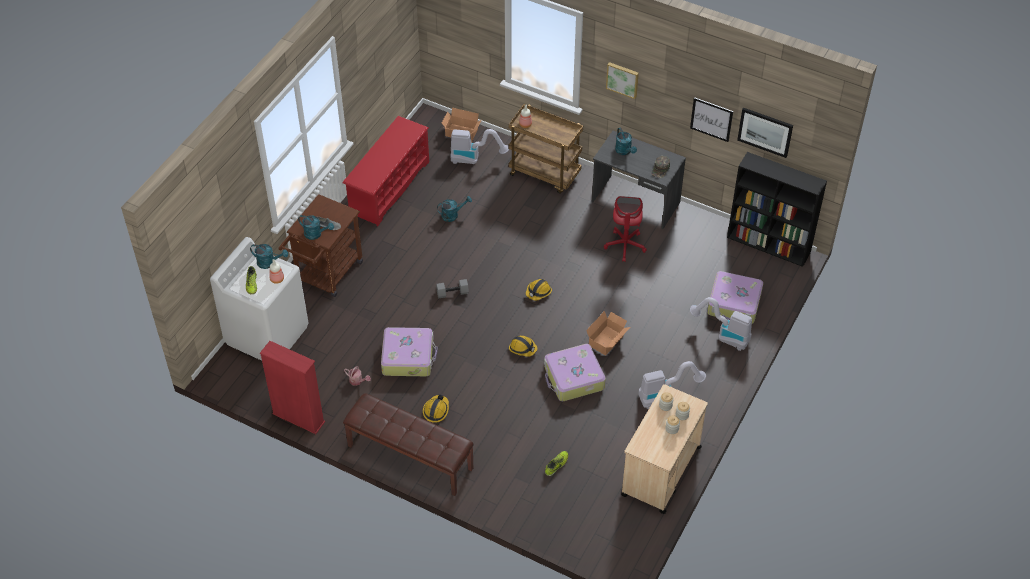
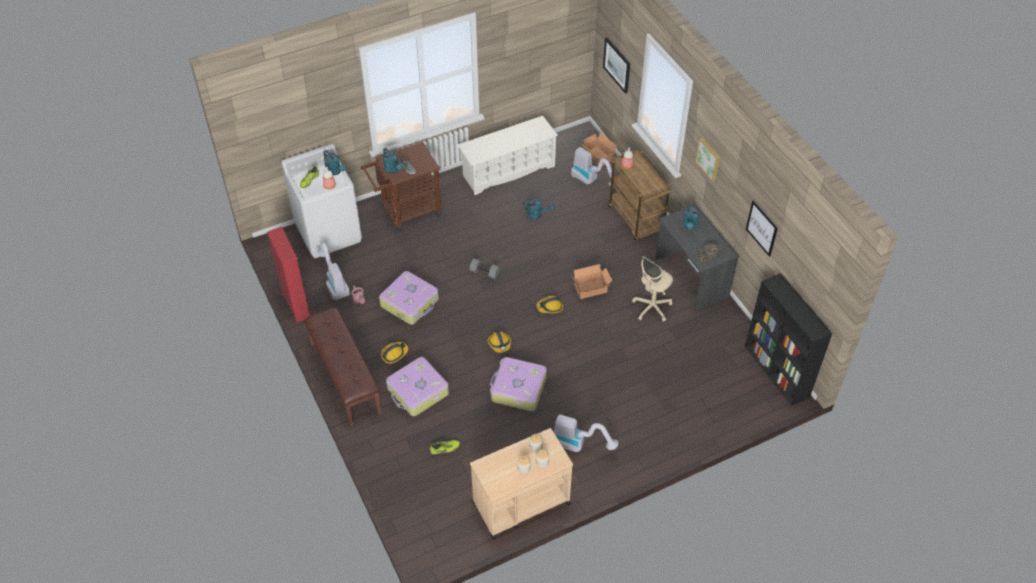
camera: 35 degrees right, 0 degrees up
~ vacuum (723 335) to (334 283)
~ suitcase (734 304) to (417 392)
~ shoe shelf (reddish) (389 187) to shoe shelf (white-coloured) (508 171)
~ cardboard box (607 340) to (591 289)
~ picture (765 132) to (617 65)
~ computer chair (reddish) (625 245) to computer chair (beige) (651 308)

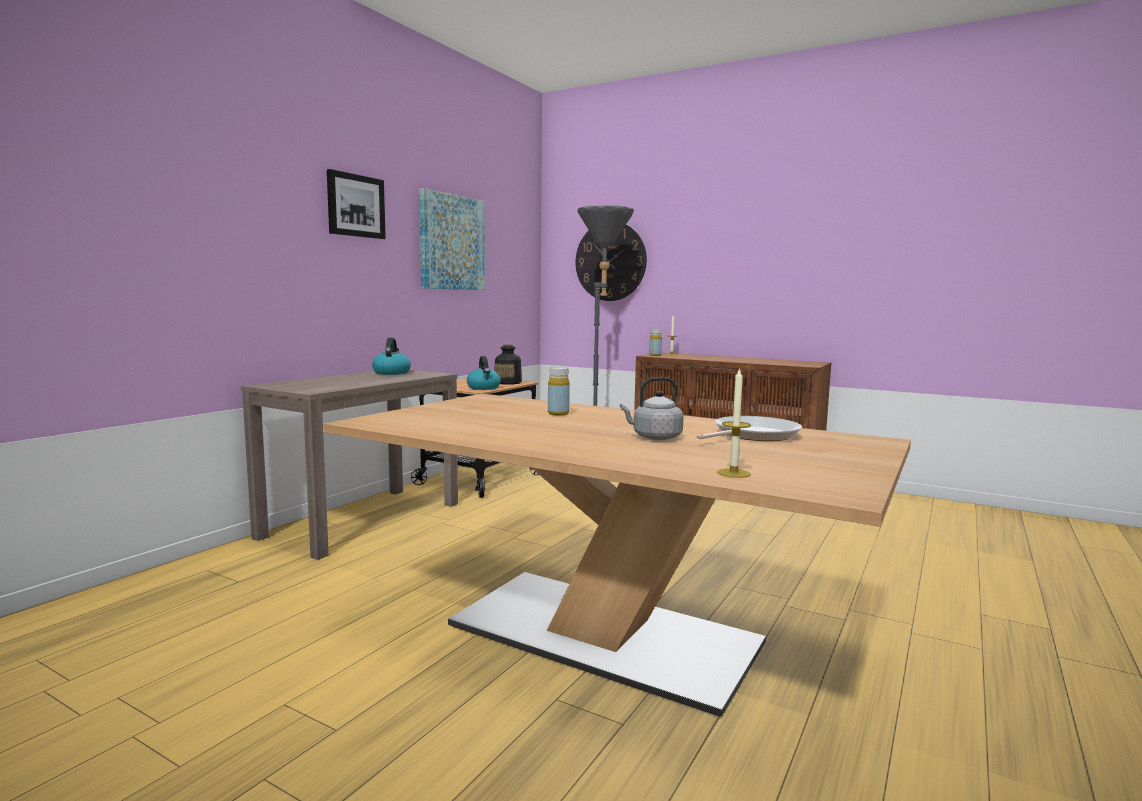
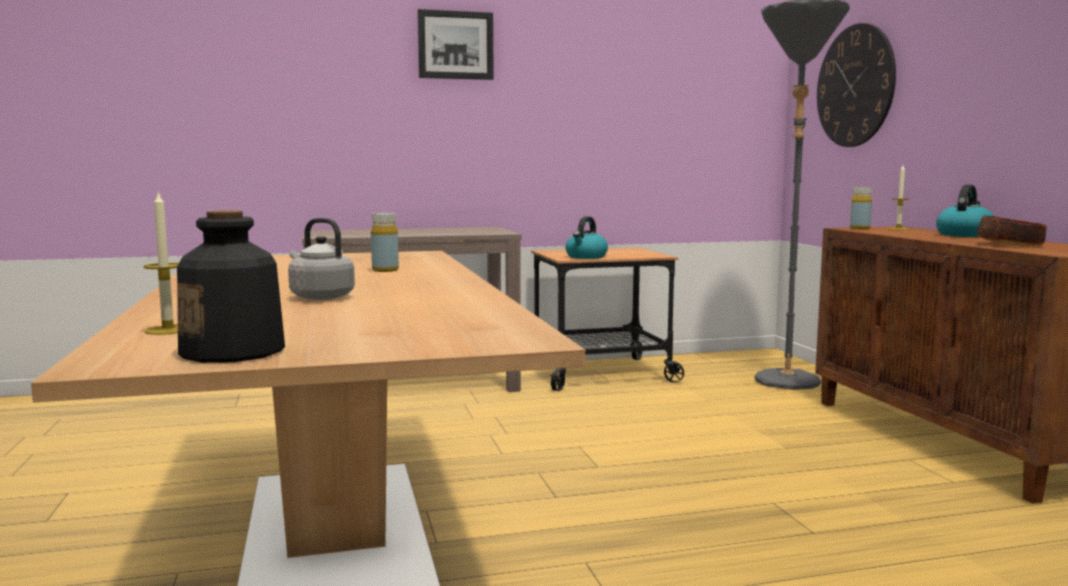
camera: 45 degrees right, 0 degrees up
~ drink bottle (508 382) to (234 351)
~ water kettle (391 373) to (964 235)
+ serving bowl (1010 245)
- picture (451 242)
- frying pan (752 435)

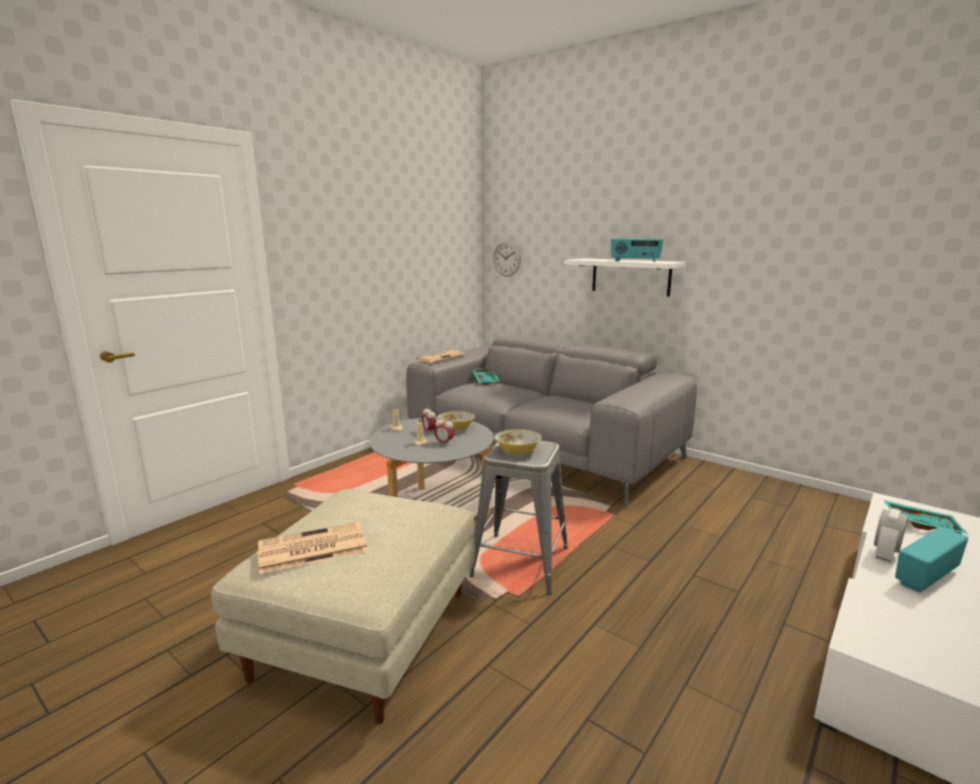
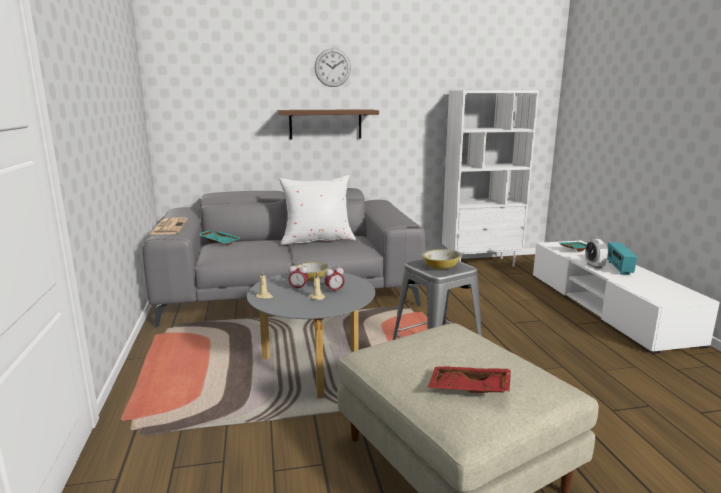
camera: 50 degrees left, 0 degrees up
~ shelf (white-coloured) (630 276) to shelf (brownish) (325 124)
+ pillow (white-coloured) (317 240)
~ clock on the wall (506 258) to (332 68)
~ printed paper (311 548) to tray (reddish) (469 389)
+ shelving unit (white-coloured) (481 263)
- radio set (635 261)

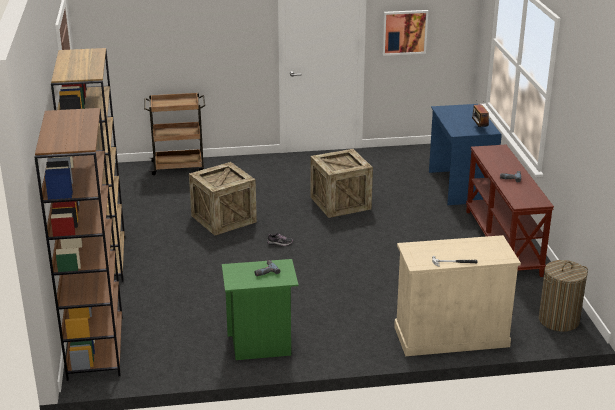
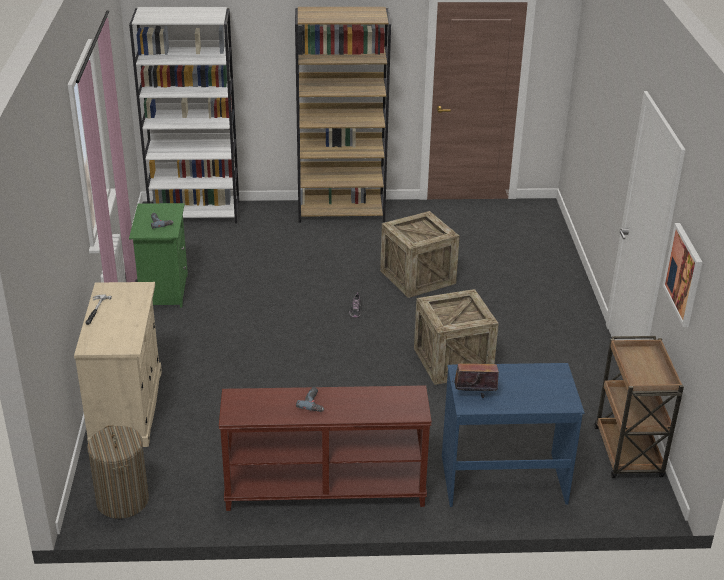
camera: 95 degrees right, 5 degrees up
~ shelving unit (brownish) (95 347) to shelving unit (white-coloured) (195 212)
~ cart (brownish) (179 166) to (628 454)

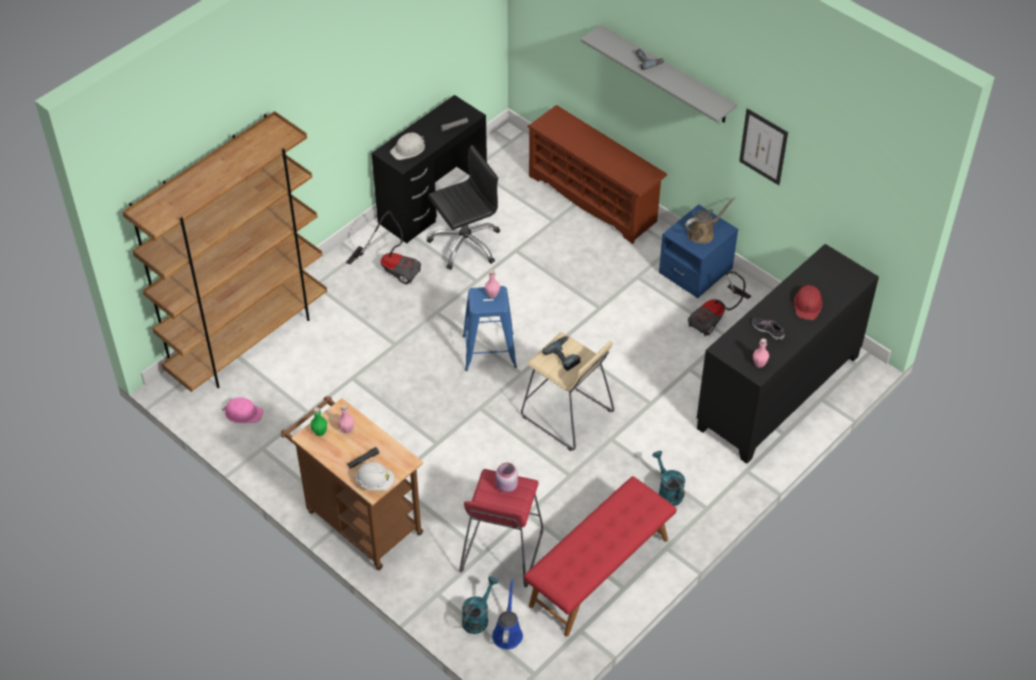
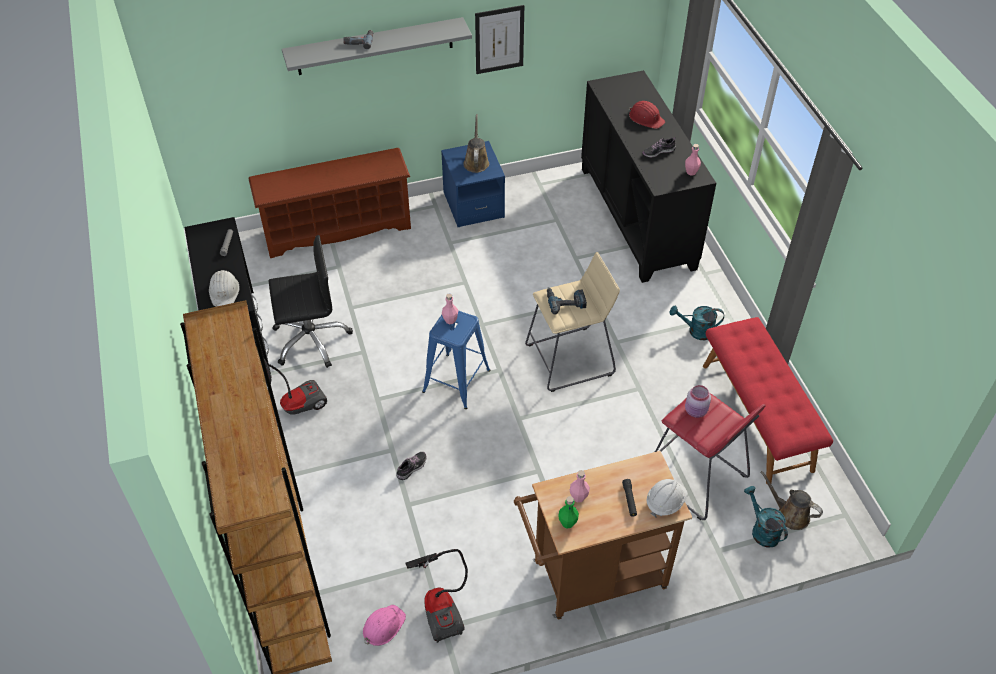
camera: 60 degrees left, 0 degrees up
~ computer chair (black) (465 244) = (311 339) 75 degrees clockwise
+ item of footwear (412 467)
~ vacuum (716 317) to (441 605)
~ watering can (bluish) (507 632) to watering can (brownish) (790 514)

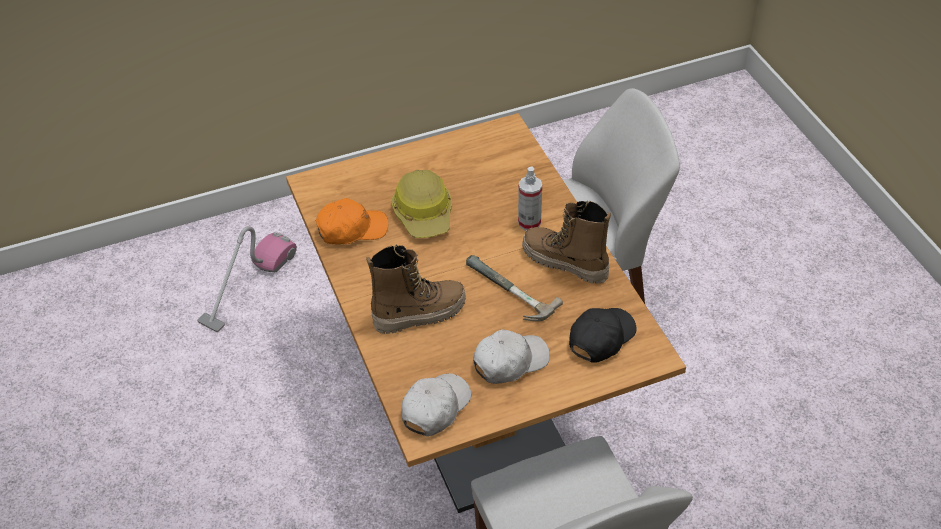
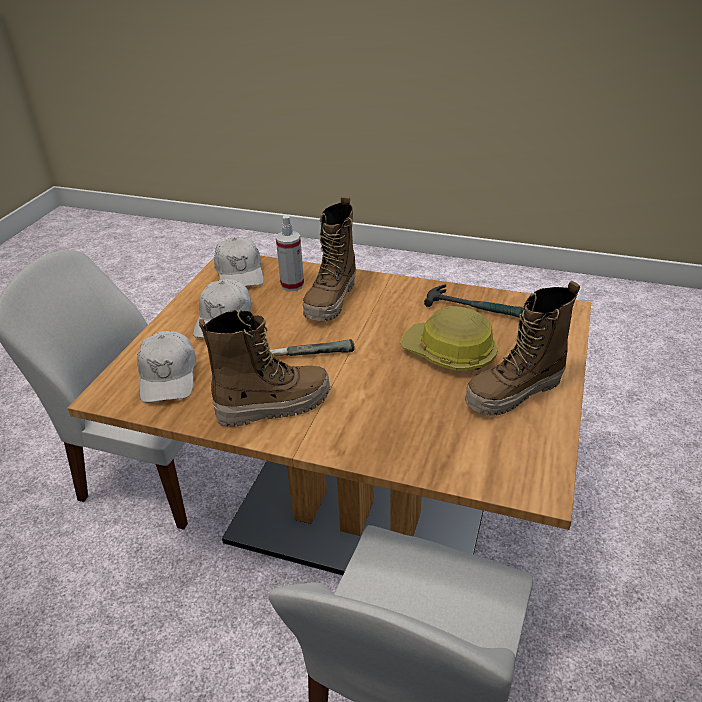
camera: 130 degrees right, 10 degrees down
~ cap (black) (601 338) to cap (white-coloured) (168 376)
~ hand sprayer (529 223) to (292 285)
~ cap (orange) (352 229) to hammer (473 307)
+ boot (514 393)
- vacuum (248 286)

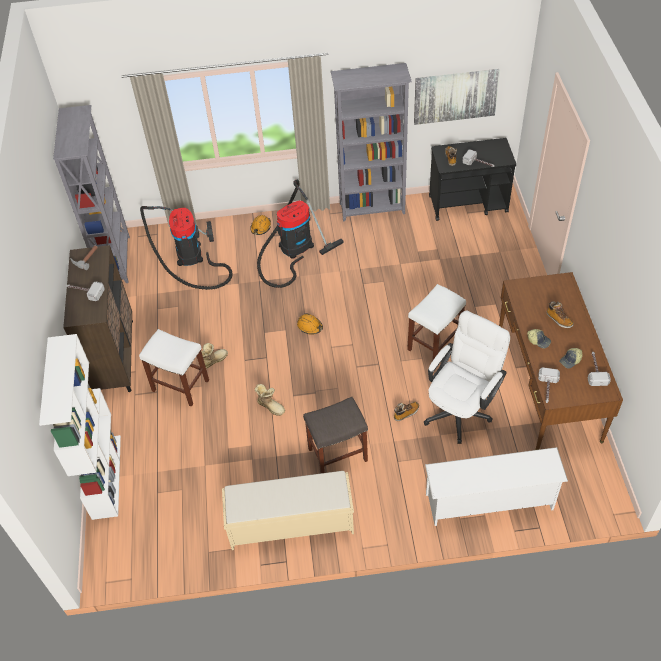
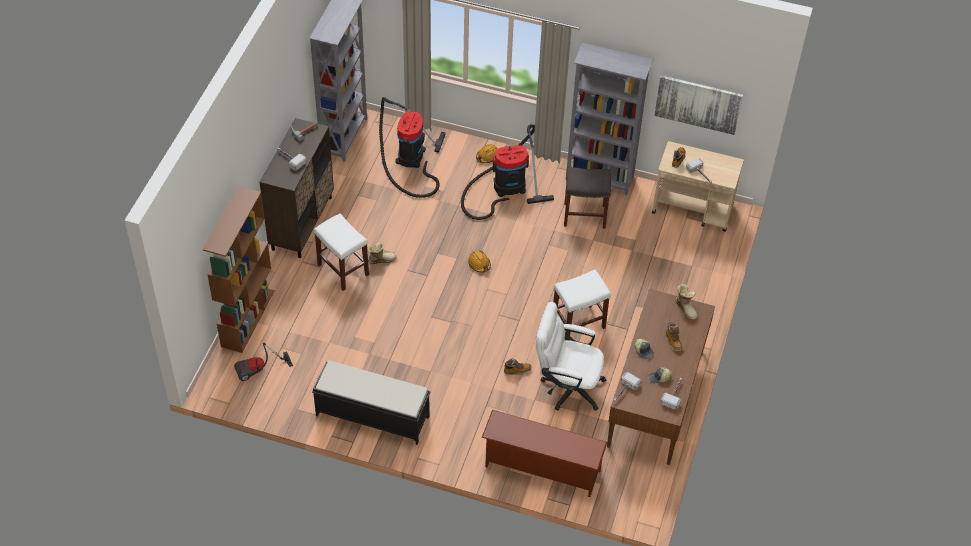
camera: 20 degrees right, 0 degrees up
~ shelving unit (white-coloured) (106 476) to shelving unit (brownish) (247 318)
+ vacuum (259 370)
~ indoor bench (beige) (290 523) to indoor bench (black) (371 415)
~ shoe shelf (white-coloured) (489 503) to shoe shelf (brownish) (541 469)
~ computer chair (white-coloured) (461 408) = (566 386) 135 degrees counterclockwise
~ stool seat (greyish) (337 455) to (584 215)
~ cart (black) (468 204) to cart (beige) (693 209)
~ boot (271 406) to (686 308)

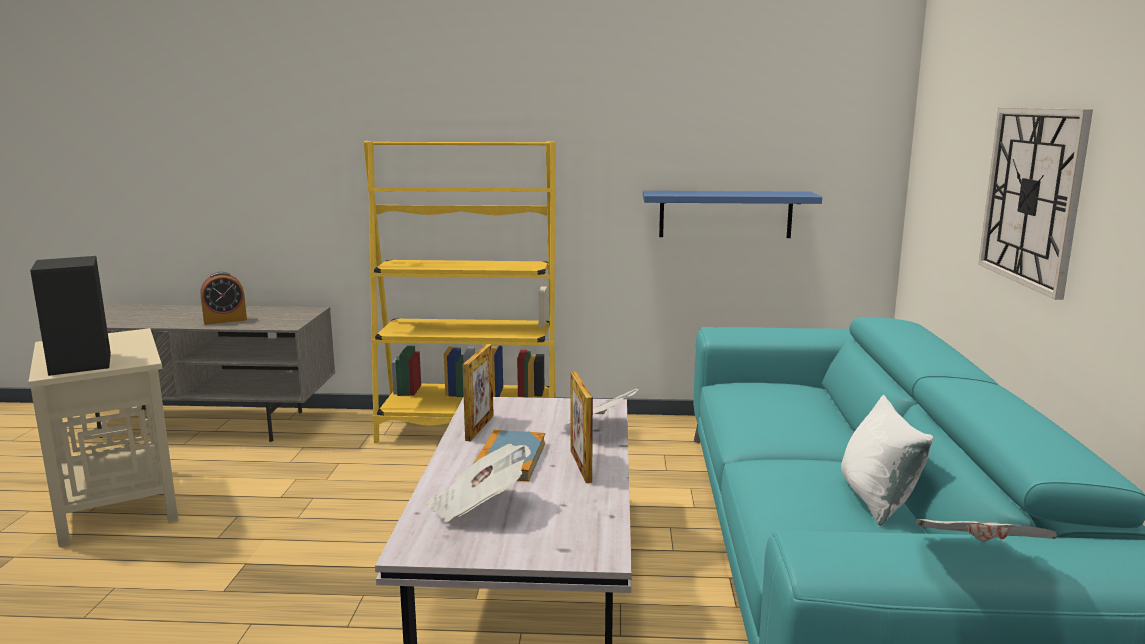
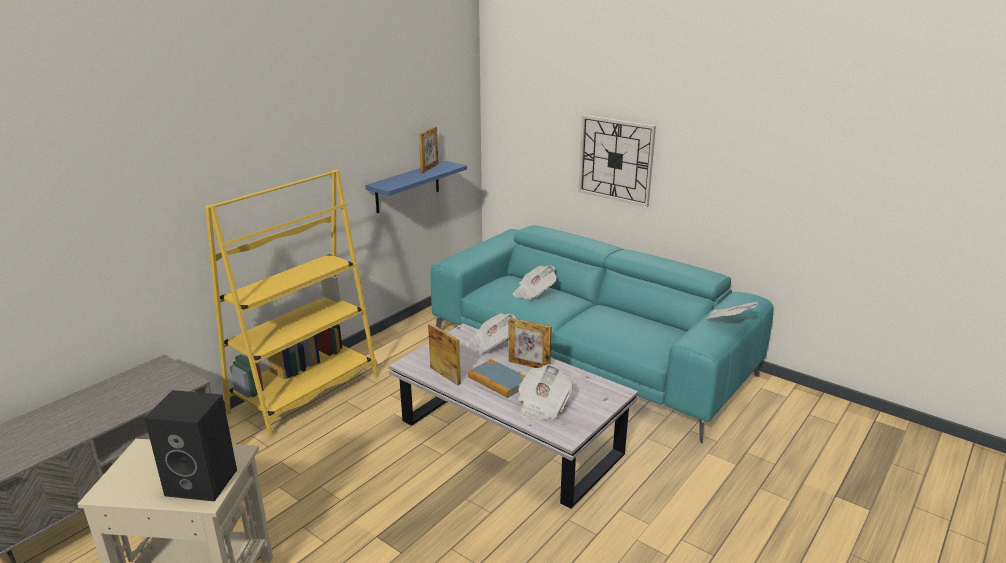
camera: 55 degrees left, 10 degrees up
+ picture frame (429 168)
+ printed paper (534 293)
- alarm clock (225 320)
- pillow (white-coloured) (877 500)

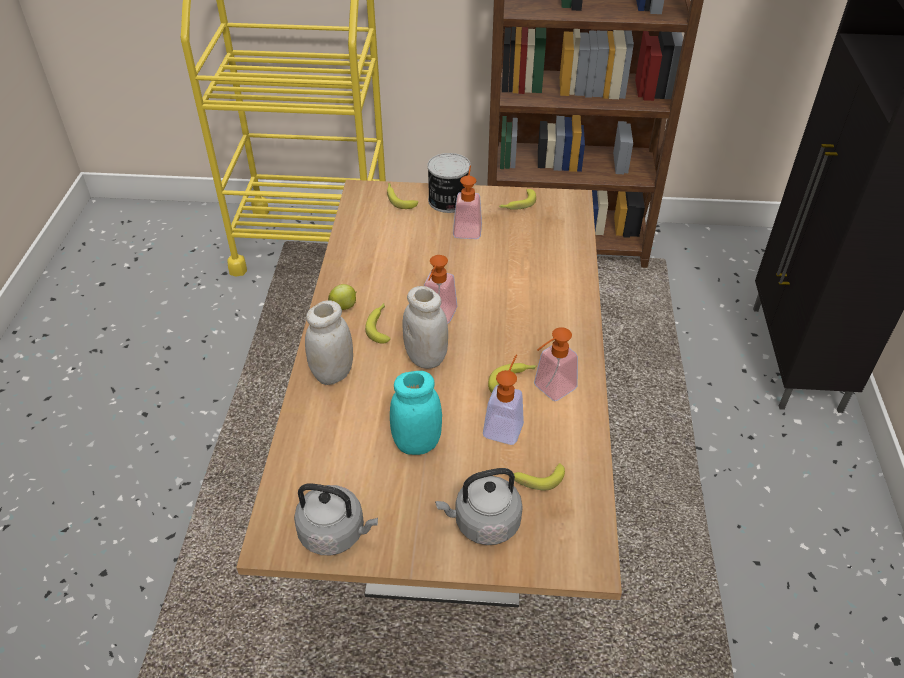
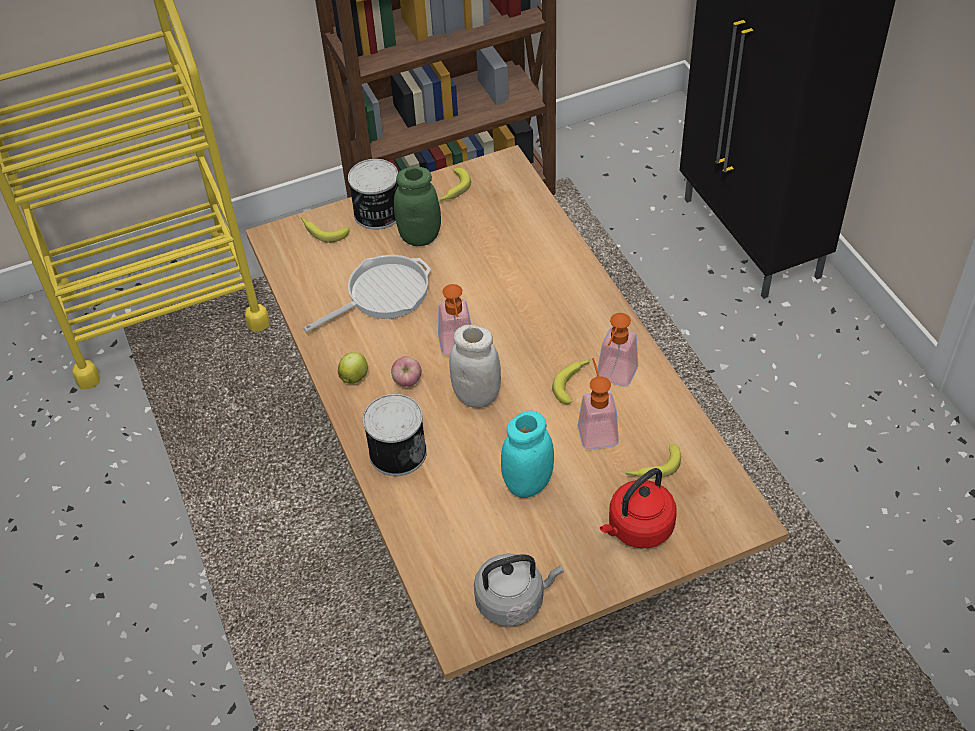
camera: 25 degrees left, 5 degrees up
+ frying pan (382 294)
~ storage jar (white-coloured) (333 374) to sealed can (396 451)
~ whole banana (380 326) to apple (407 381)
~ liquid soap bottle (467 227) to storage jar (green-coloured) (420 237)
~ water kettle (greyish) (483 523) to water kettle (reddish) (638 528)

